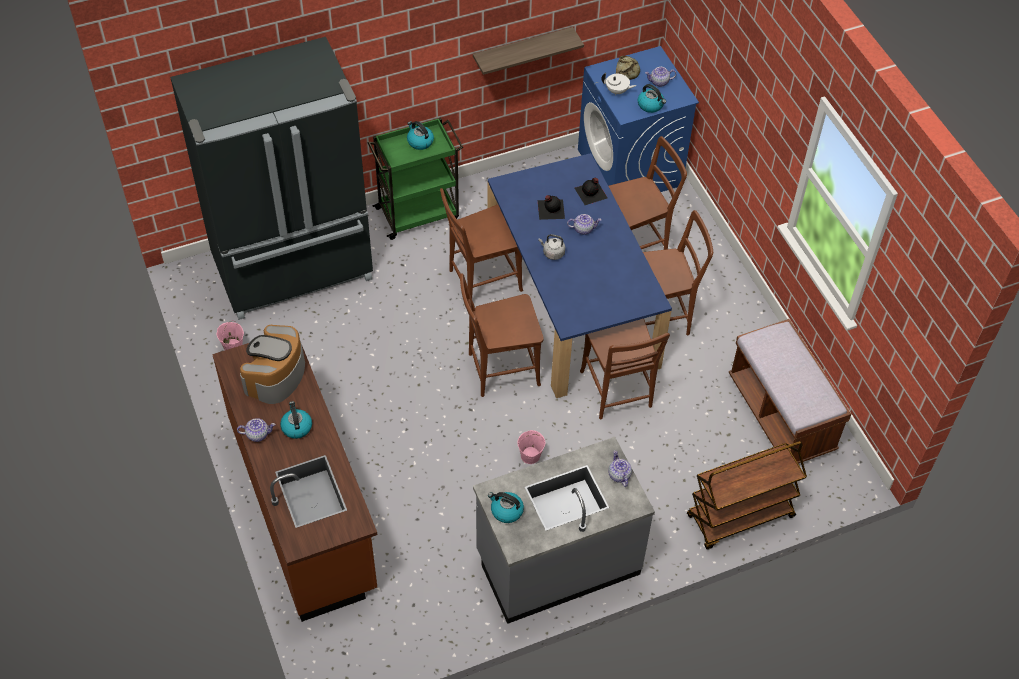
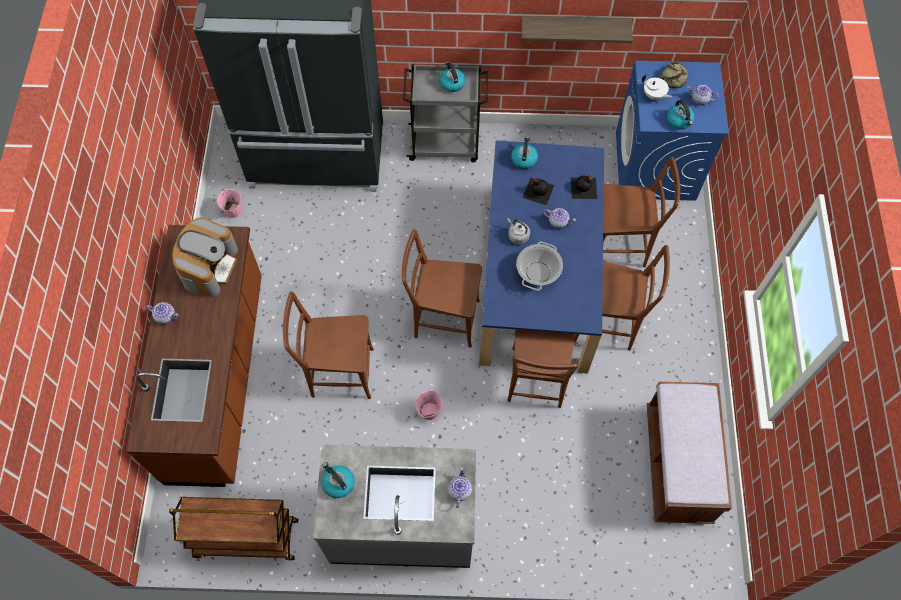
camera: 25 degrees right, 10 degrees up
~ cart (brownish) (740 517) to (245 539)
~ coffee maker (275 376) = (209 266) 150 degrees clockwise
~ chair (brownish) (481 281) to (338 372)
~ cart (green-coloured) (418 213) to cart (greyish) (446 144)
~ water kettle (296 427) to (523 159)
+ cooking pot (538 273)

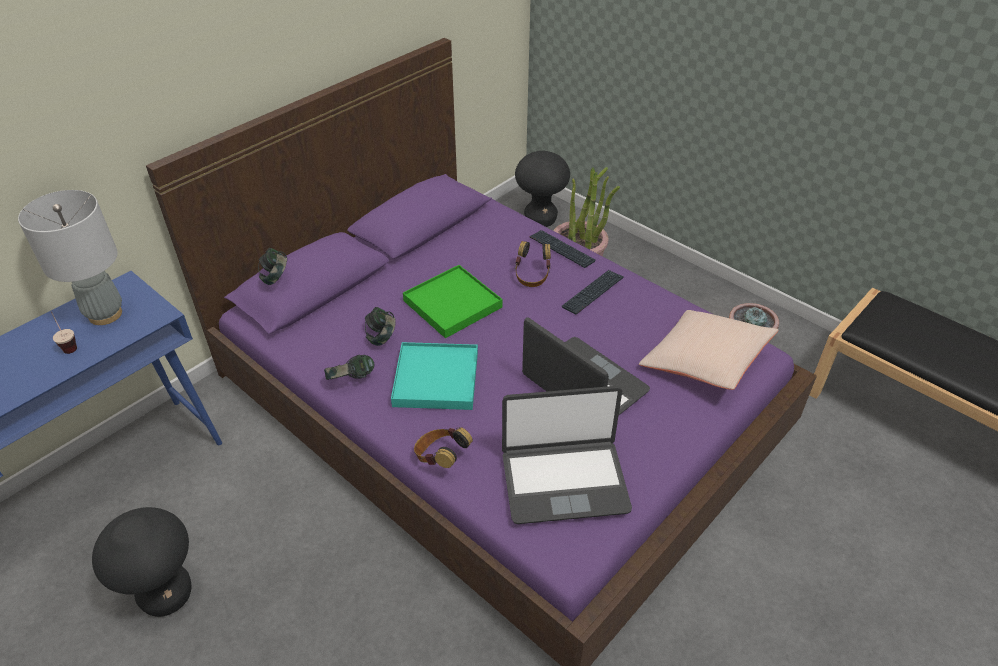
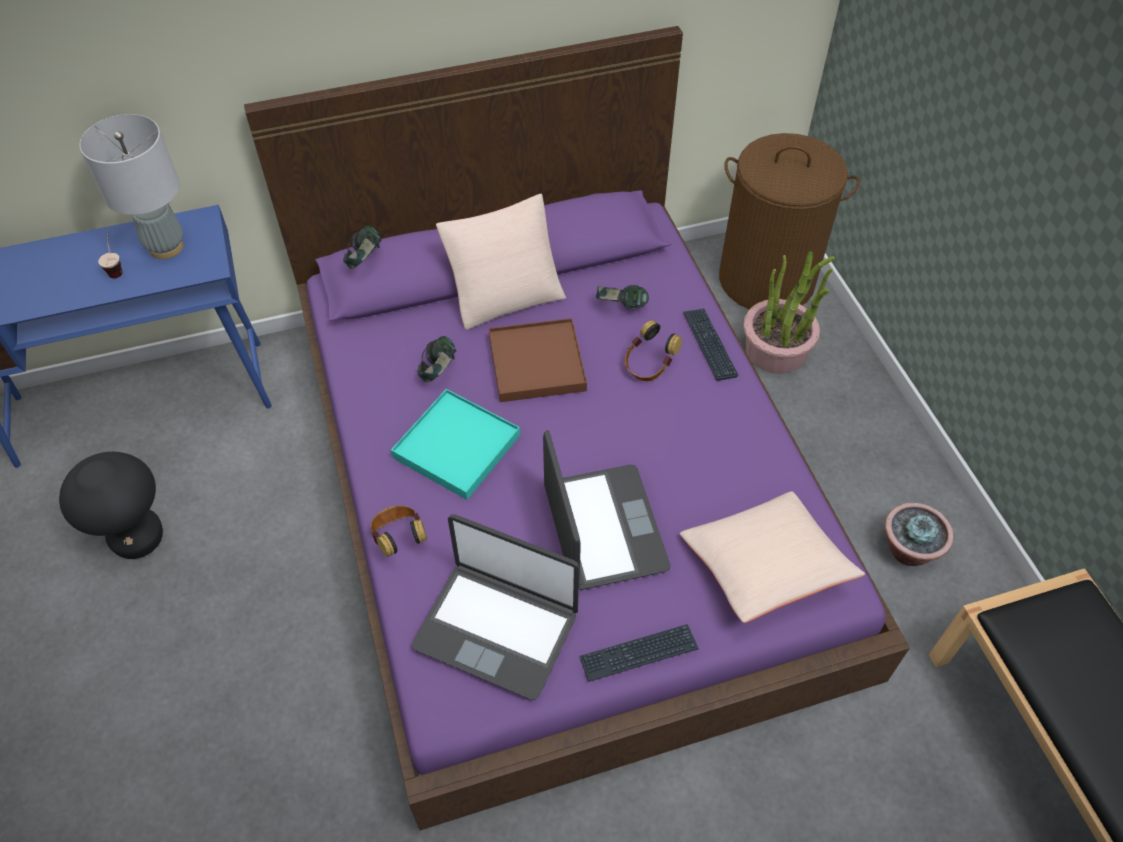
camera: 30 degrees right, 10 degrees up
+ pillow (beige) (505 293)
~ tray (green-coloured) (452 304) to tray (brownish) (537 363)
~ PC keyboard (593 293) to (638 653)
~ pair of headphones (351 380) to (621 308)
~ stool seat (black) (540 220) to laundry basket (brownish) (767 279)

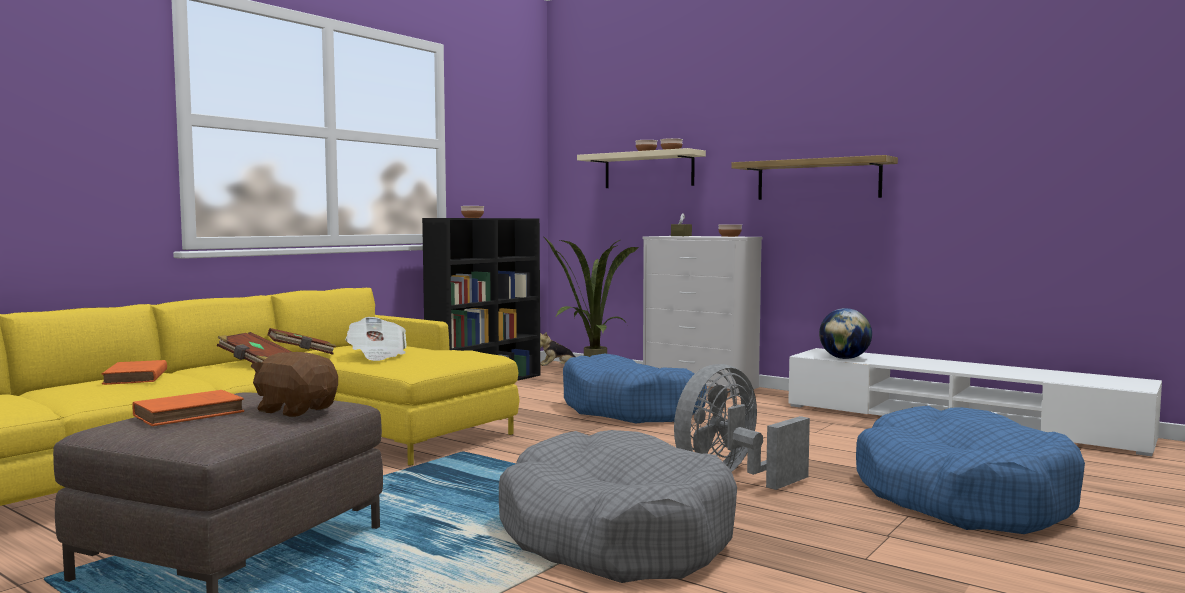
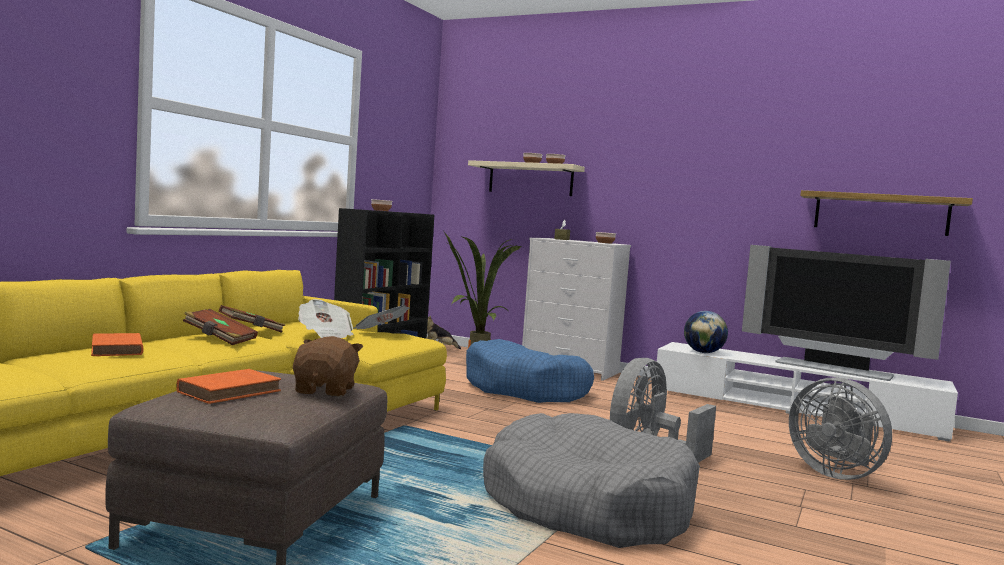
camera: 10 degrees left, 0 degrees up
~ plush toy (brownish) (296 410) = (326 390) 75 degrees clockwise
+ printed paper (380 333)
+ TV set (833 369)
~ dog cushion (bluish) (962 497) to fan (greyish) (835 473)
~ shelf (818 179) to (880 213)

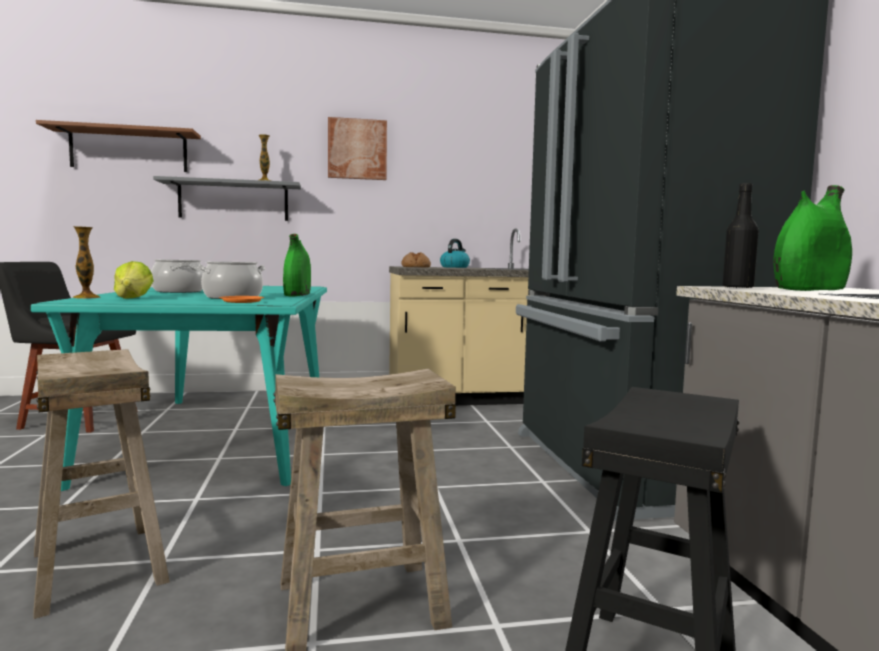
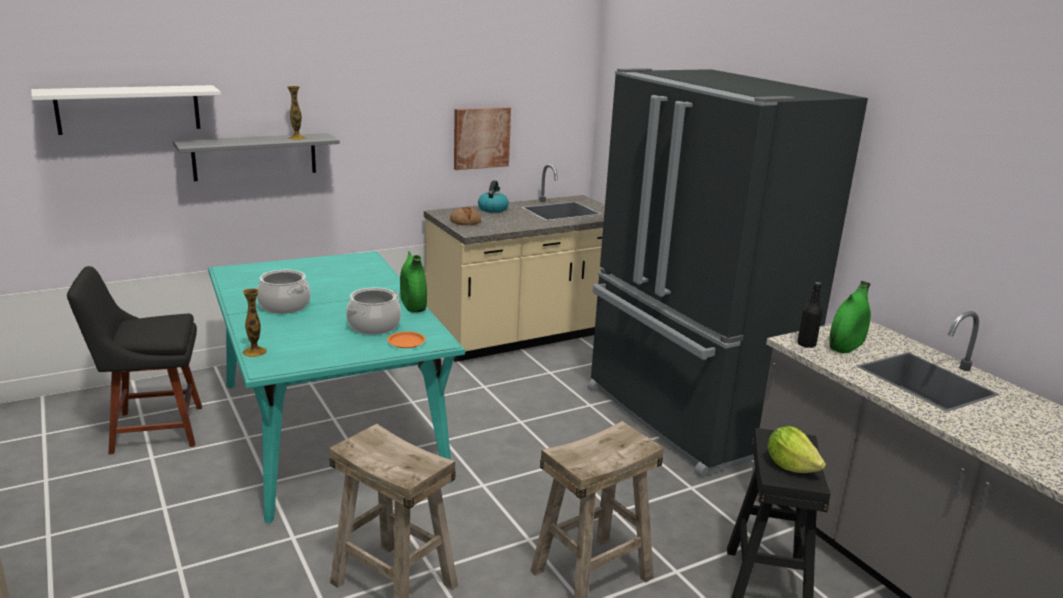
camera: 20 degrees left, 15 degrees up
~ shelf (brownish) (129 150) to shelf (white-coloured) (129 109)
~ picture (357 149) to (481 137)
~ head of lettuce (134 298) to (791 466)

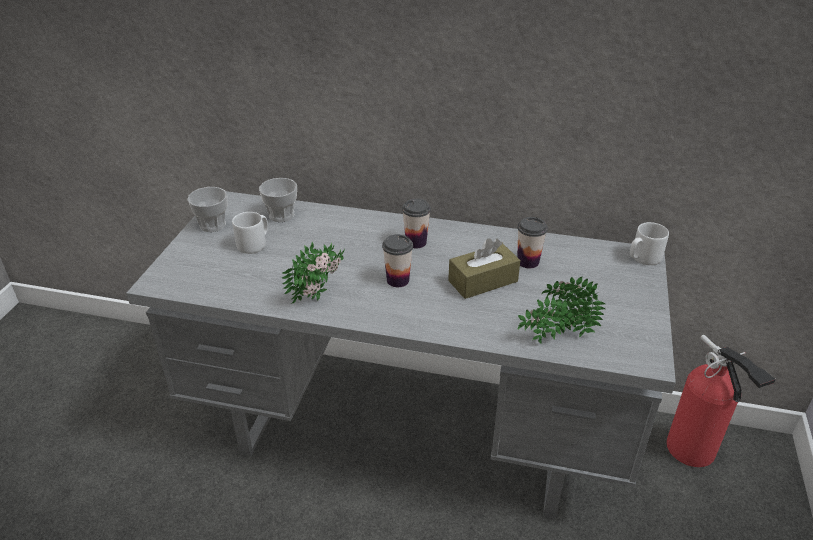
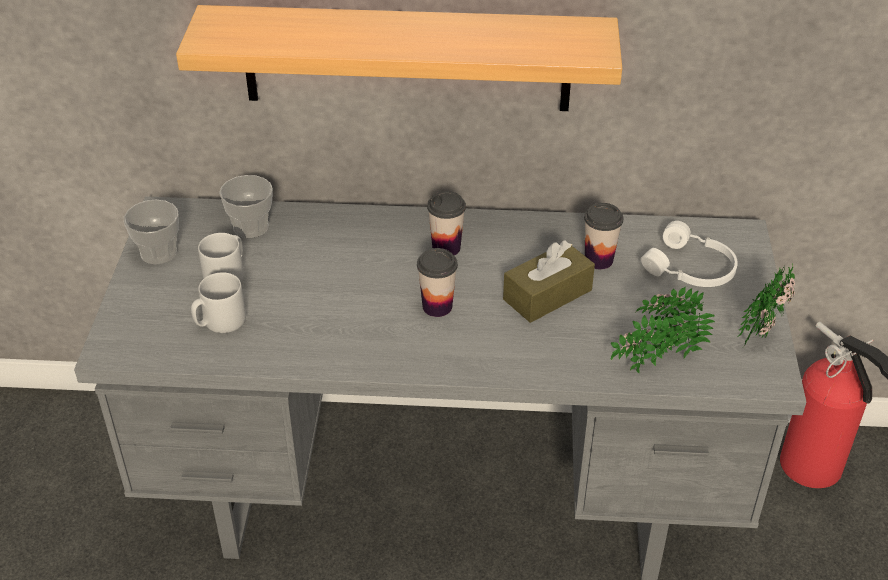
camera: 10 degrees left, 5 degrees up
+ shelf (406 58)
~ mug (greyish) (643 258) to (220 322)
+ pair of headphones (white-coloured) (690 269)
~ plant in a pot (320 294) to (762 329)

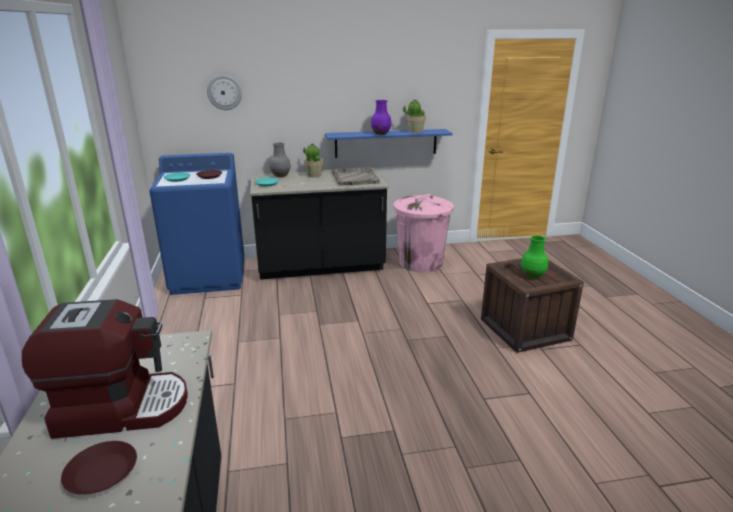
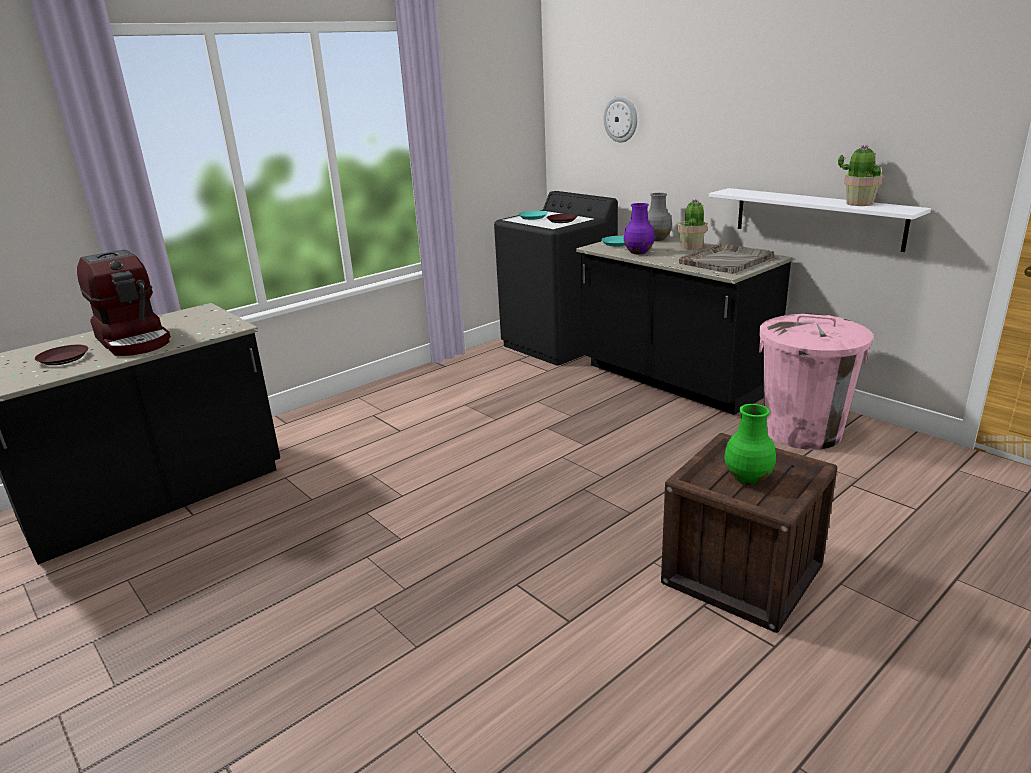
camera: 60 degrees right, 0 degrees up
~ washing machine (bluish) (209 276) to washing machine (black) (559 344)
~ decorative vase (purple-coloured) (380 133) to (638 252)
~ shelf (bluish) (386 143) to shelf (white-coloured) (817 218)

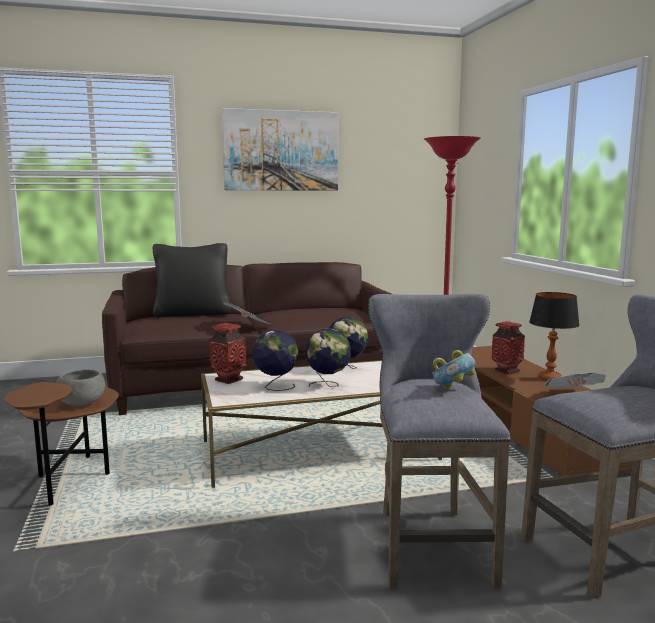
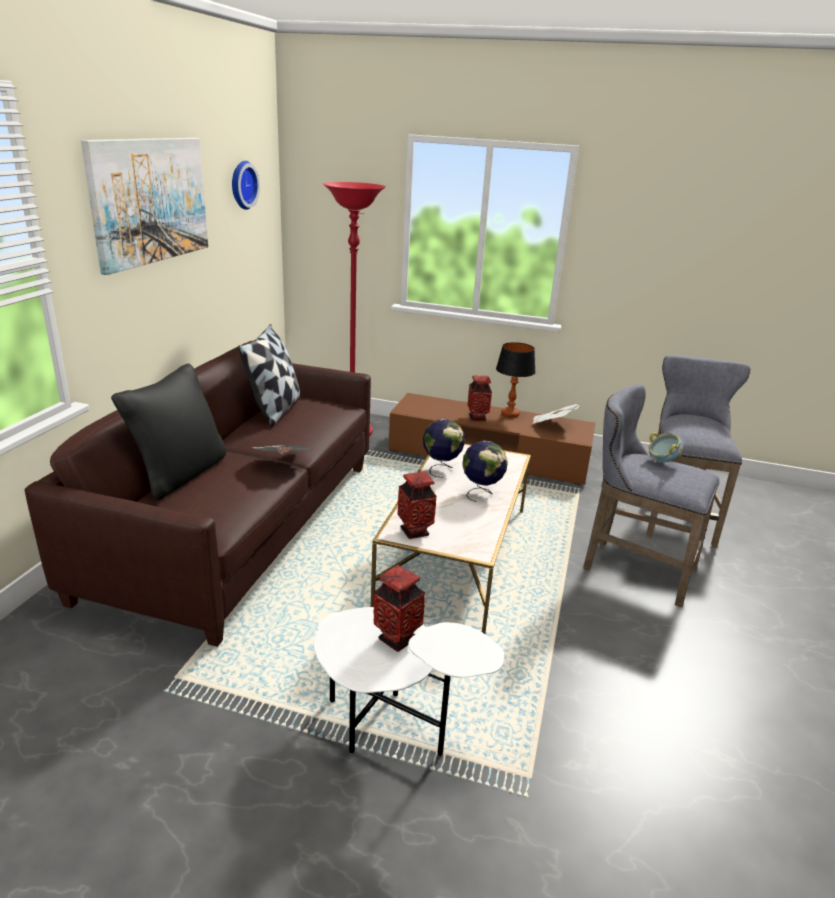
camera: 60 degrees left, 15 degrees up
+ clock on the wall (241 185)
+ pillow (275 410)
~ end table (brownish) (69 482) to end table (white-coloured) (391 729)
~ serving bowl (greyish) (82 404) to decorative vase (397 639)
- world globe (275 387)

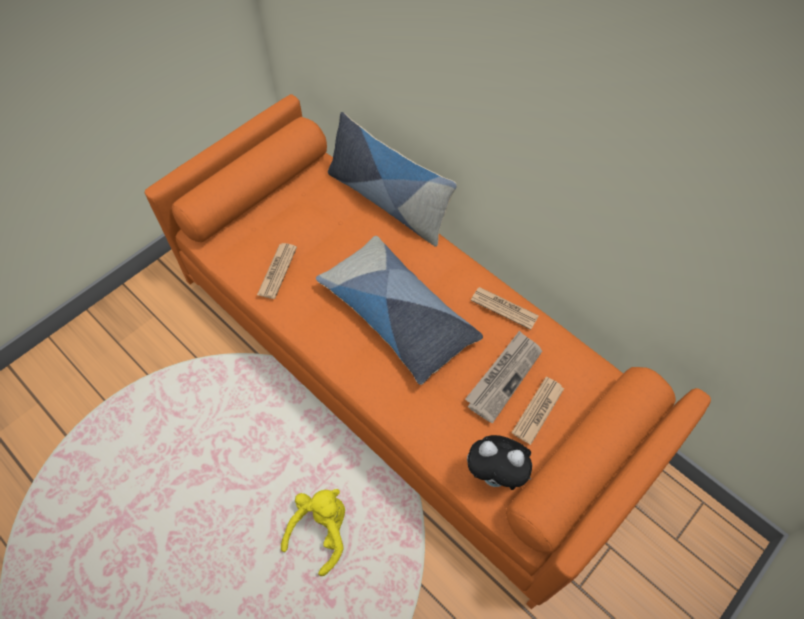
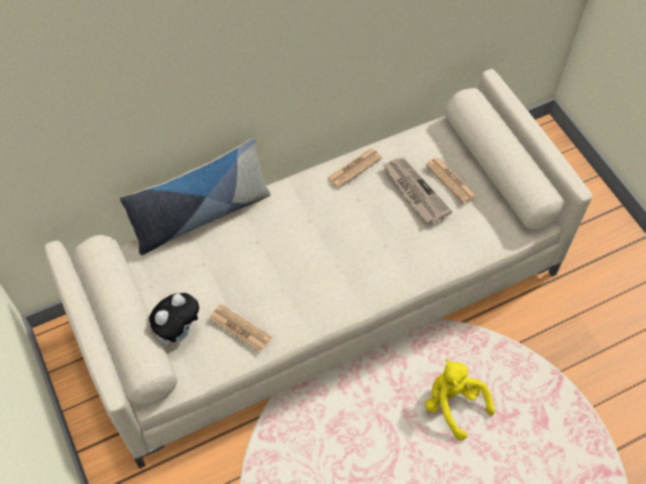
camera: 70 degrees left, 0 degrees up
~ couch (orange) (402 366) to couch (beige) (323 294)
~ plush toy (496 475) to (178 332)
- pillow (397 316)

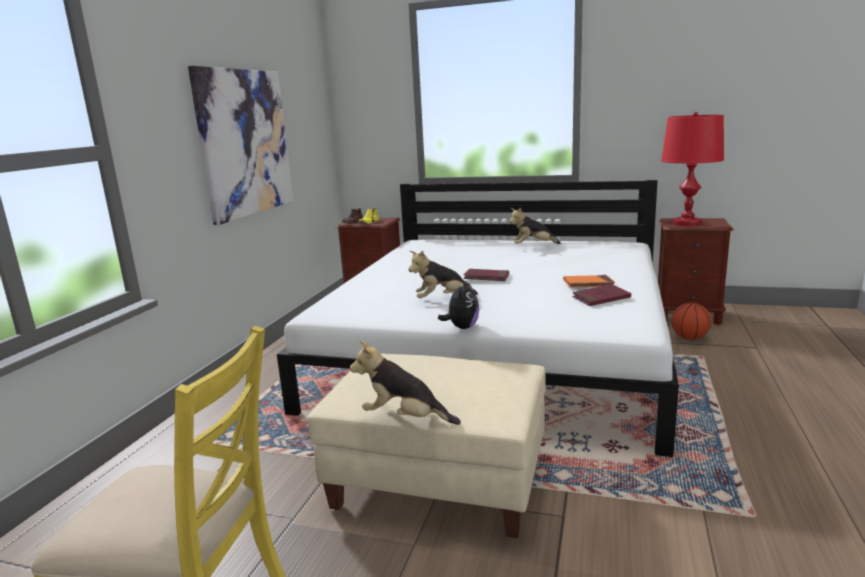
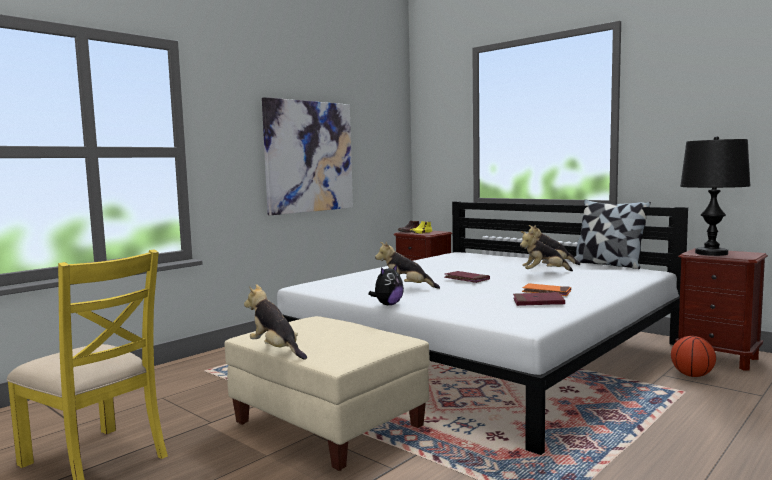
camera: 25 degrees right, 10 degrees down
+ plush toy (544 273)
+ pillow (608 264)
~ table lamp (reddish) (687 223) to table lamp (black) (711 253)

